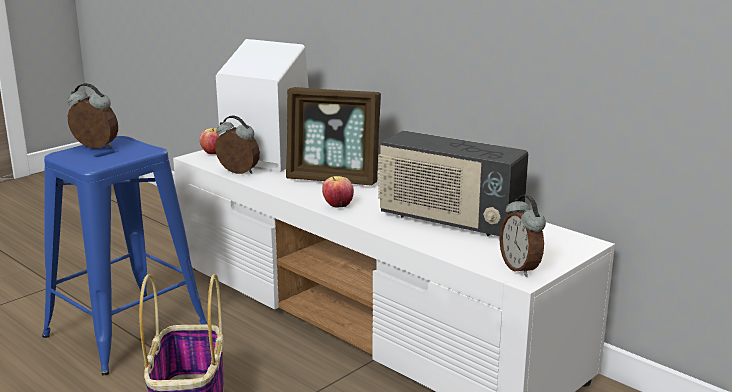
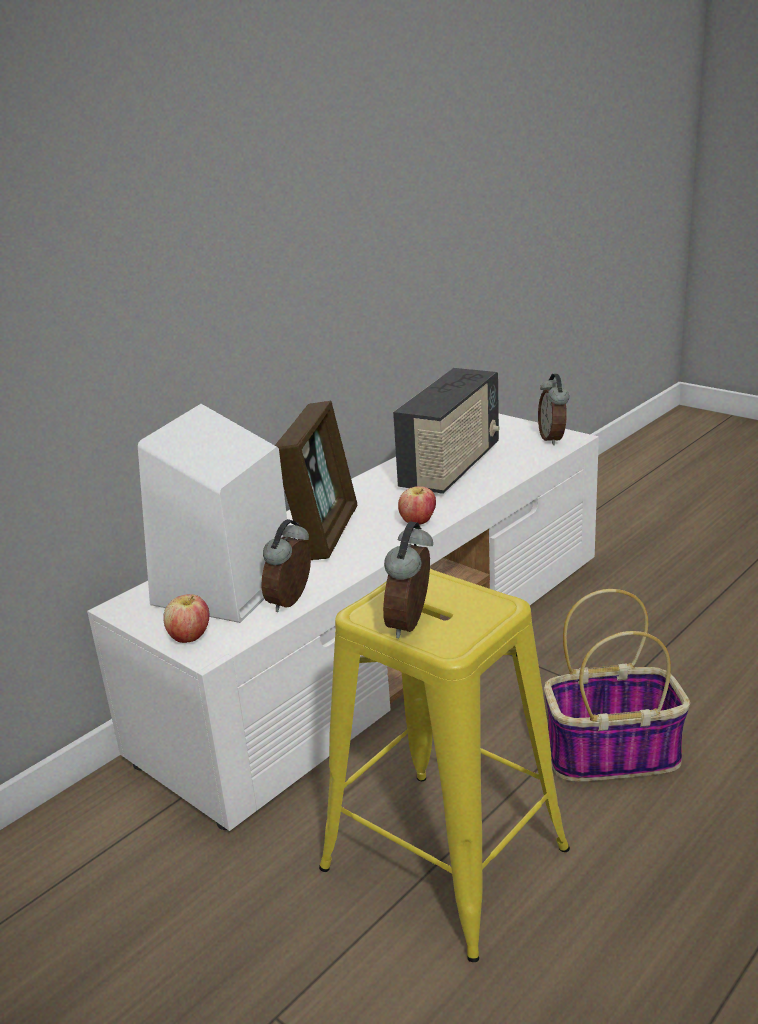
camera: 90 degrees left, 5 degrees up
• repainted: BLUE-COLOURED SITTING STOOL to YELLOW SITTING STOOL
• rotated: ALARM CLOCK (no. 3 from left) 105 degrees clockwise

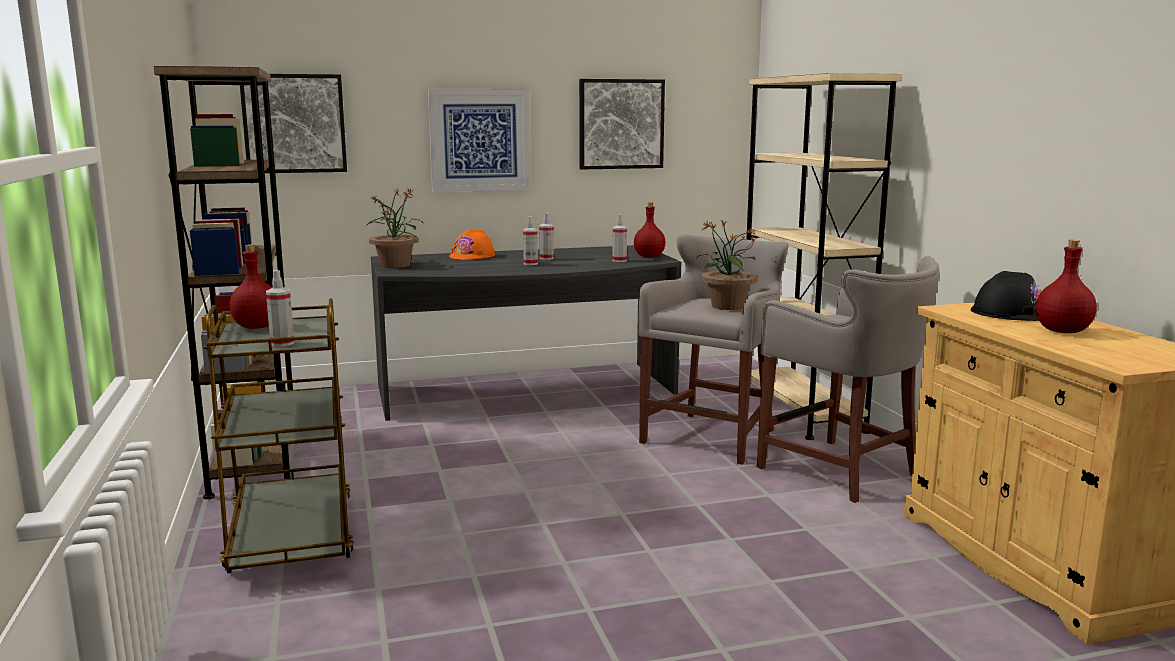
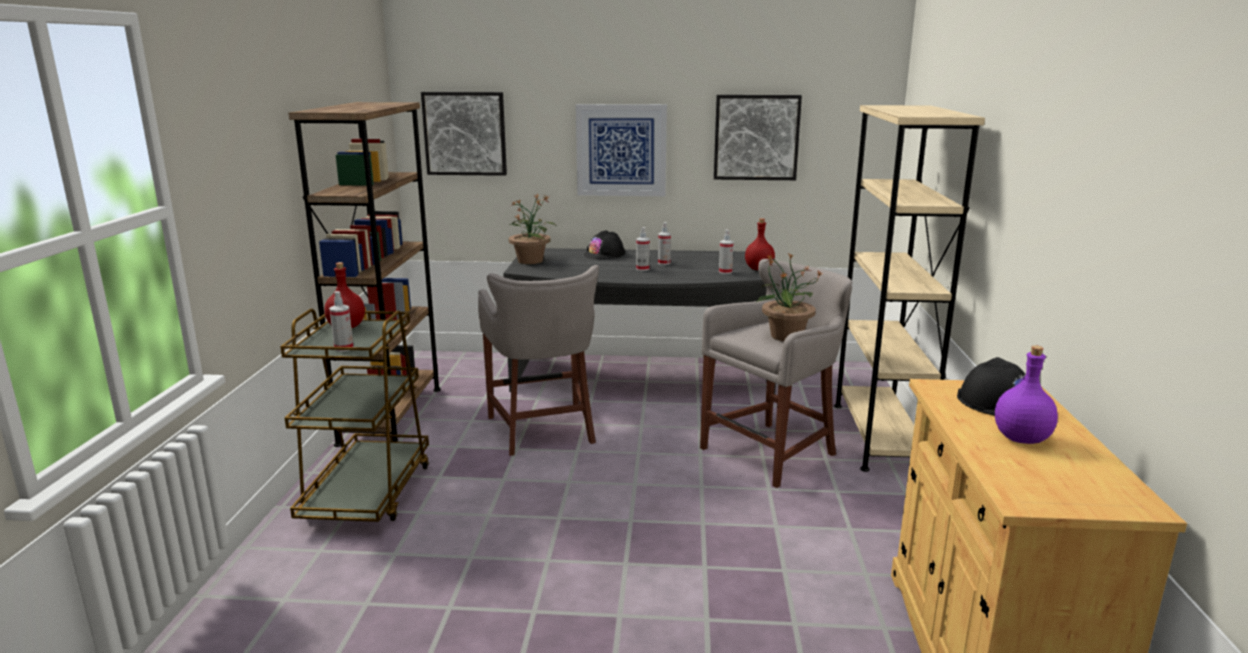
camera: 20 degrees right, 5 degrees up
• repainted: ORANGEY HARD HAT to BLACKISH HARD HAT (no. 1 from left)
• shifted: GRAY SITTING STOOL (no. 2 from left in the first image) to GRAY SITTING STOOL (no. 1 from left)
• repainted: RED BOTTLE (no. 3 from left) to PURPLE-COLOURED BOTTLE

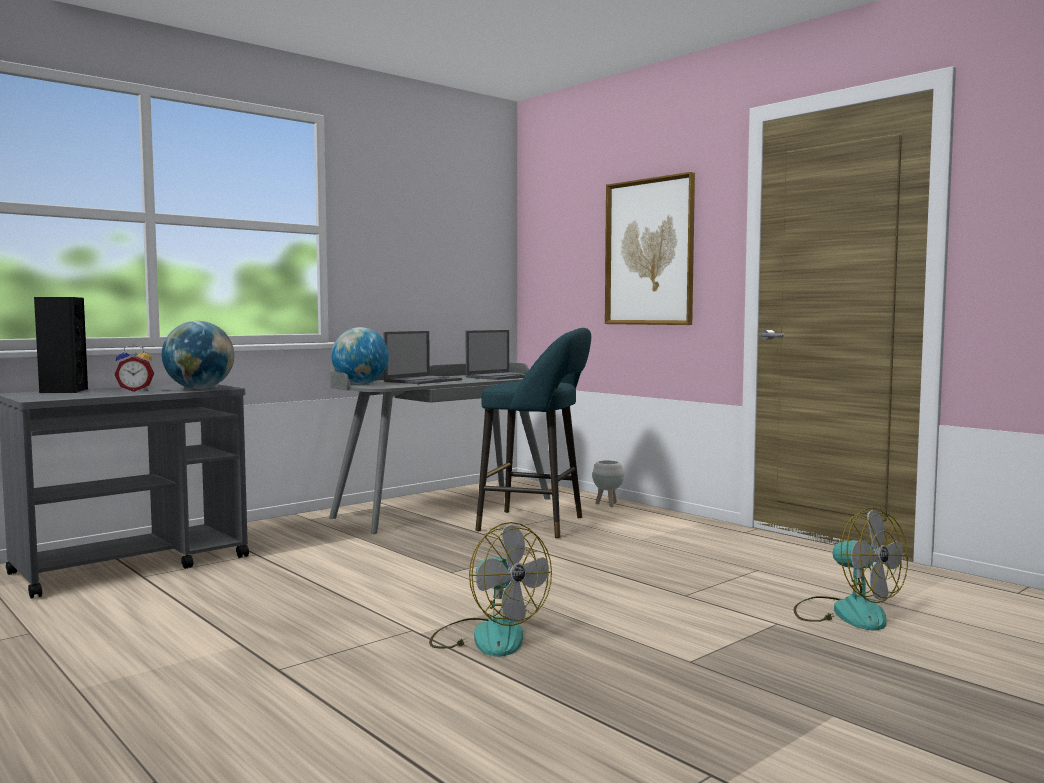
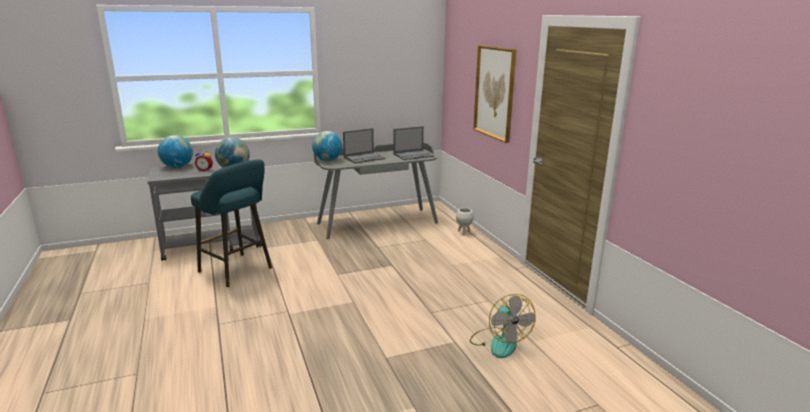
camera: 20 degrees right, 15 degrees up
• swapped: BLACKISH LOUDSPEAKER to DESK GLOBE (no. 1 from left)
• gone: ELECTRIC FAN (no. 1 from left)
• shifted: TURQUOISE SITTING STOOL

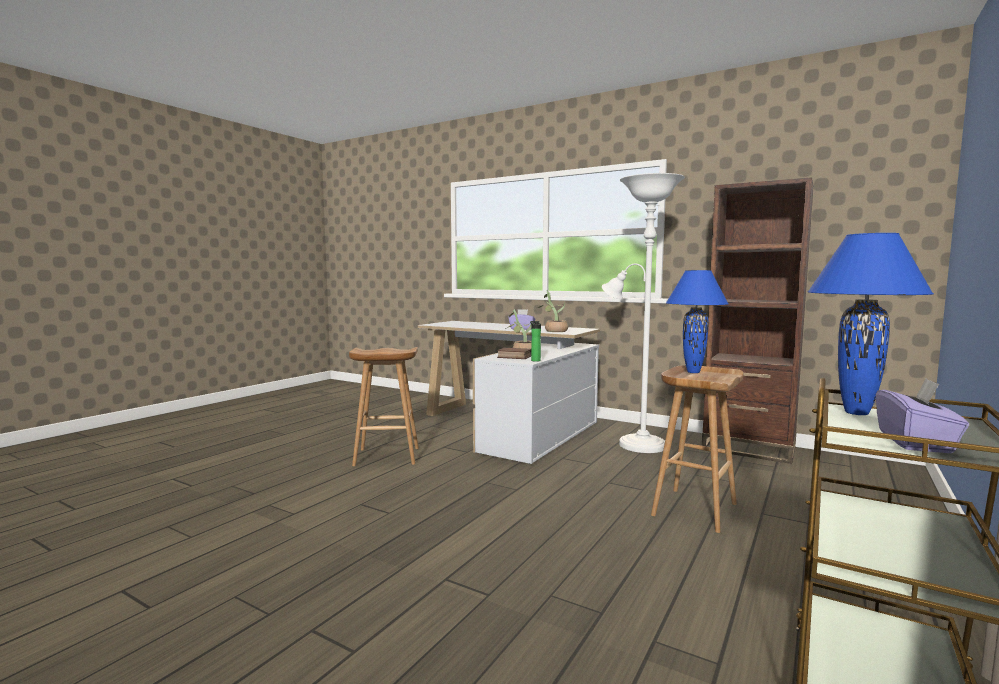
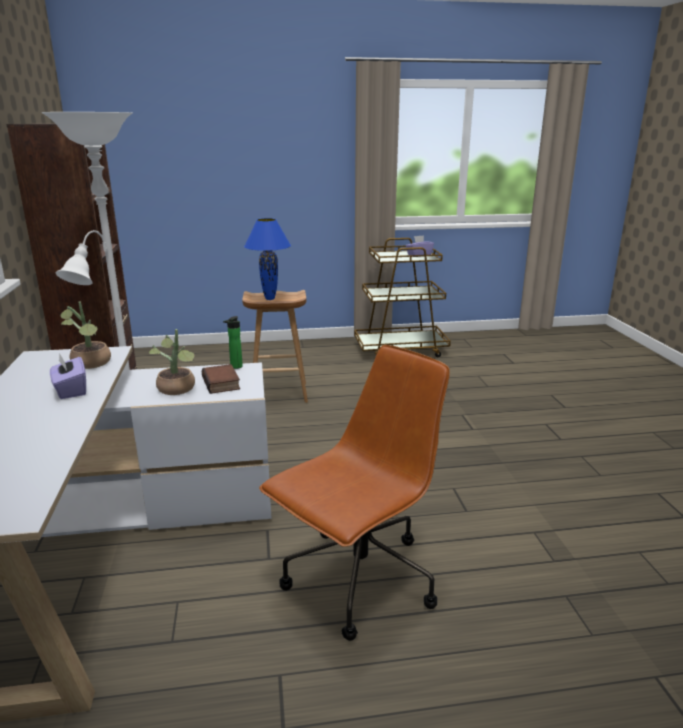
camera: 130 degrees left, 15 degrees up
• swapped: BROWN-COLOURED SITTING STOOL (no. 1 from left) to BROWN-COLOURED DESK CHAIR
• gone: BLUE-COLOURED TABLE LAMP (no. 2 from left)

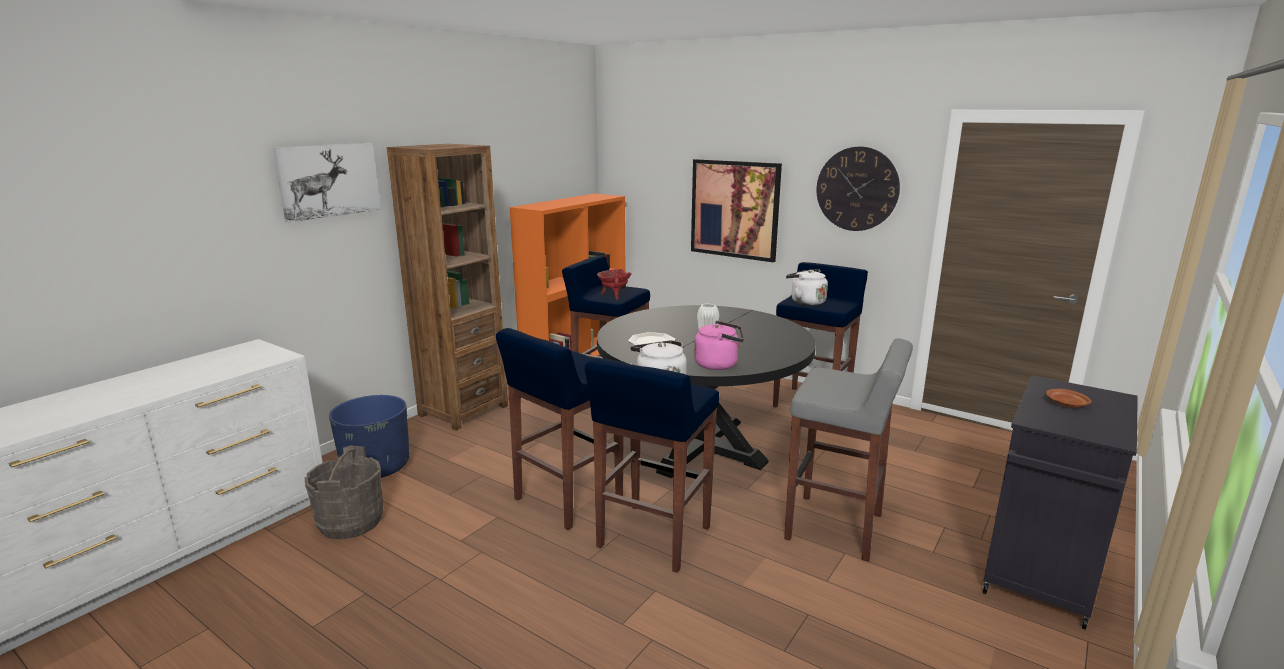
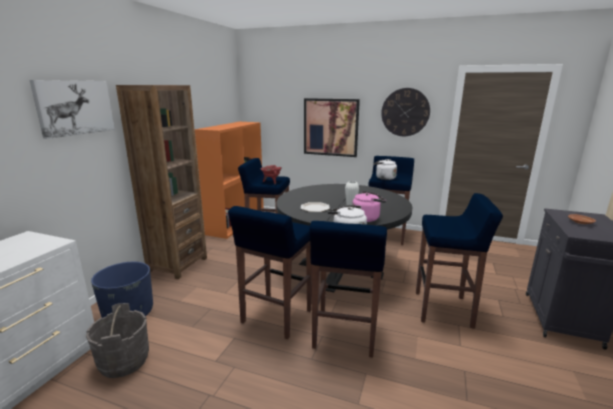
camera: 15 degrees left, 0 degrees up
• repainted: GRAY SITTING STOOL to BLUE-COLOURED SITTING STOOL (no. 5 from left)

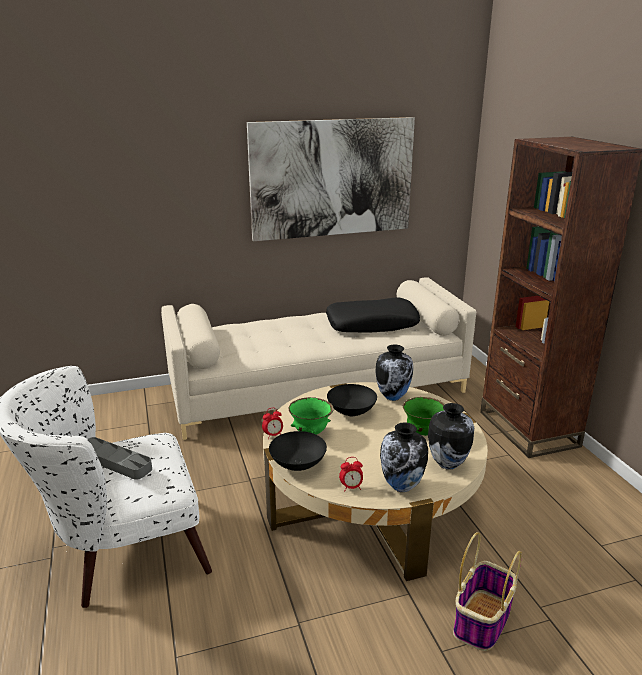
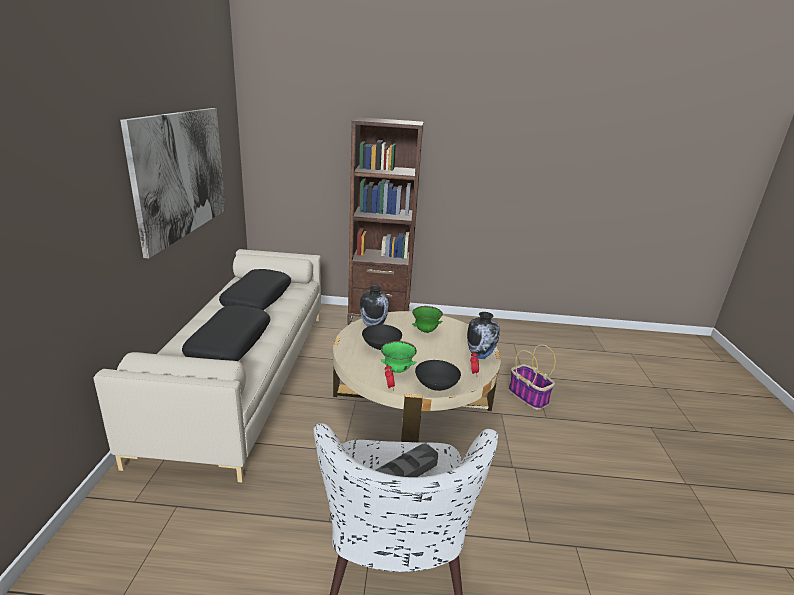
camera: 70 degrees left, 0 degrees up
• gone: VASE (no. 3 from left)
• new: BLACKISH PILLOW (no. 1 from left)

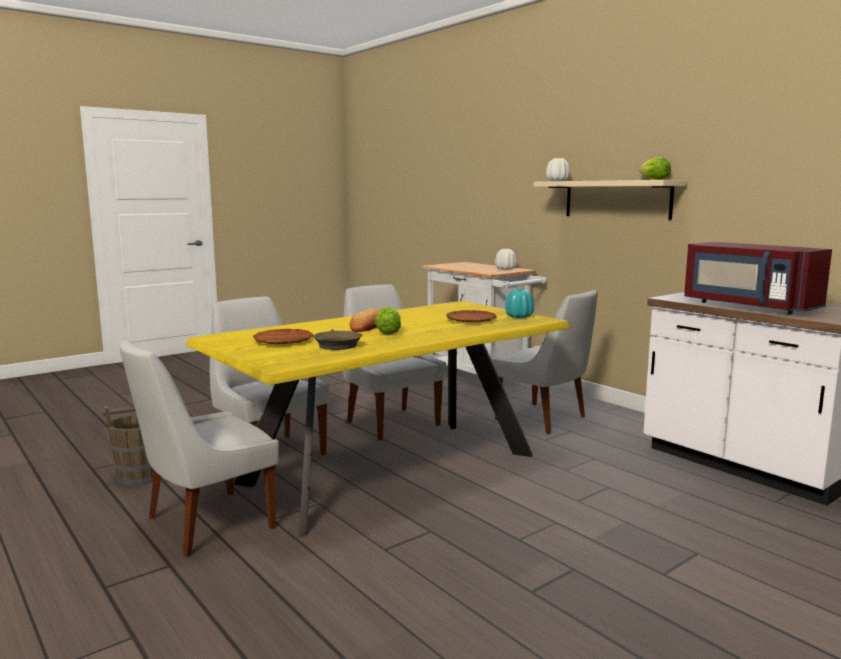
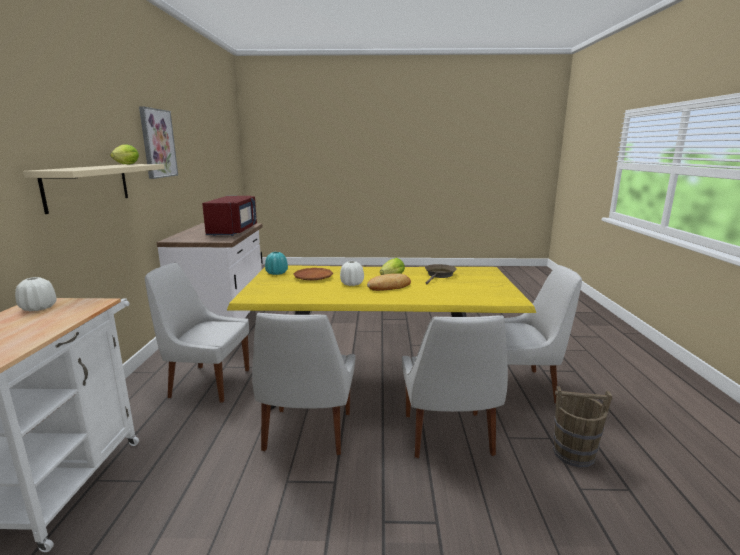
camera: 140 degrees left, 5 degrees up
• gone: BROWN-COLOURED FLAT DISH (no. 1 from left)
• rotated: WHITE-COLOURED UPRIGHT CHAIR (no. 4 from left in the first image) 75 degrees counterclockwise
• shifted: WHITE-COLOURED VASE (no. 2 from left)
• new: WALL PICTURE

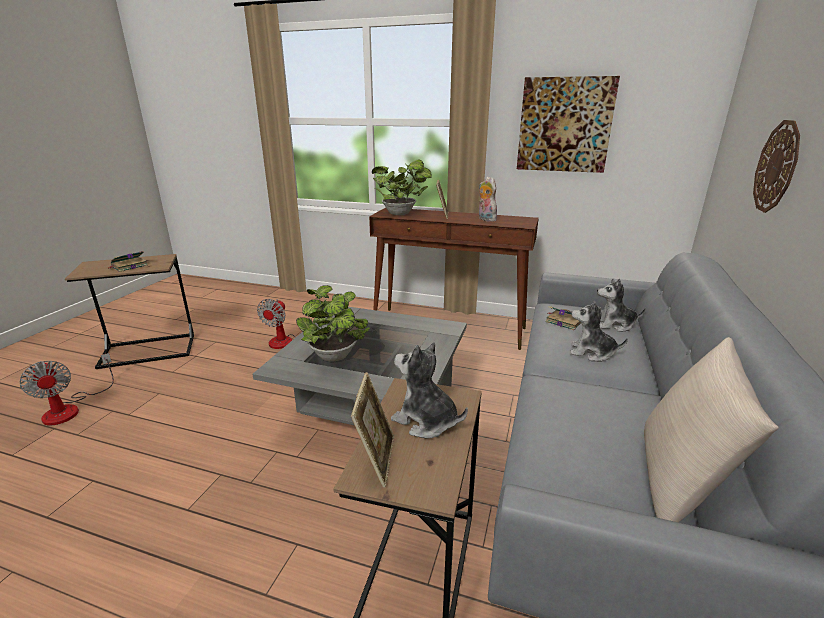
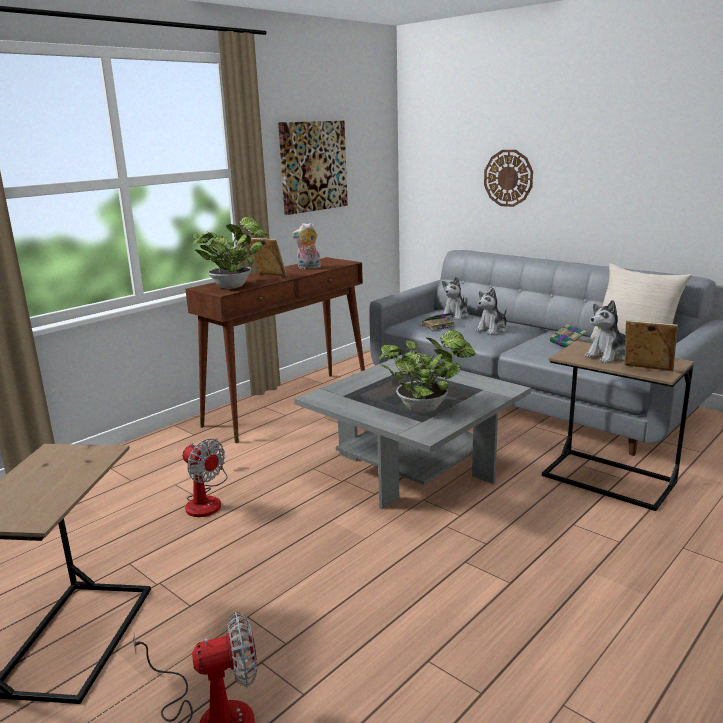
camera: 65 degrees left, 5 degrees down
• shifted: BOUND BOOK (no. 1 from left in the first image) to BOUND BOOK (no. 2 from left)

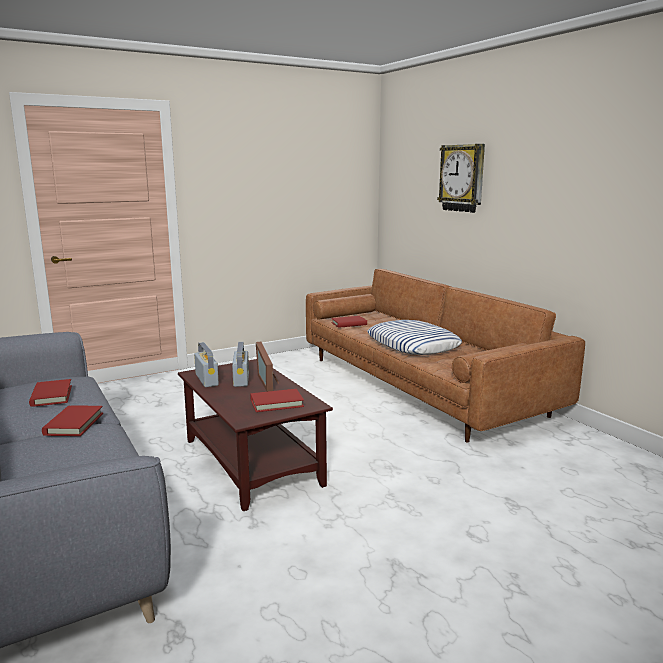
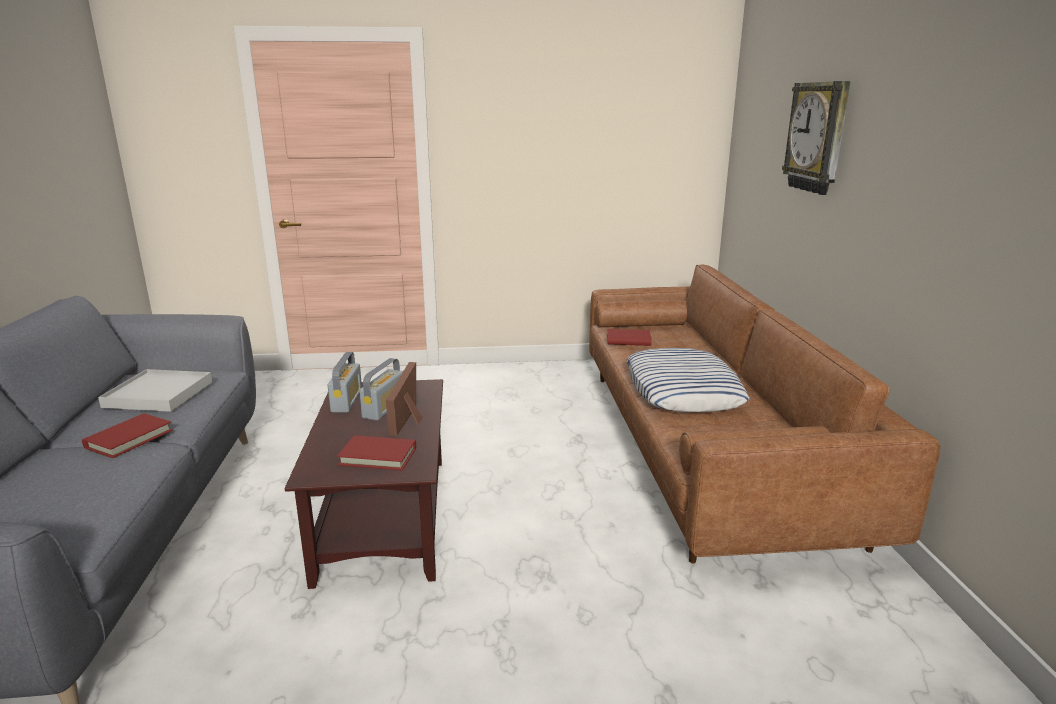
camera: 25 degrees right, 5 degrees up
• swapped: RED BOUND BOOK (no. 1 from left) to WHITE-COLOURED TRAY

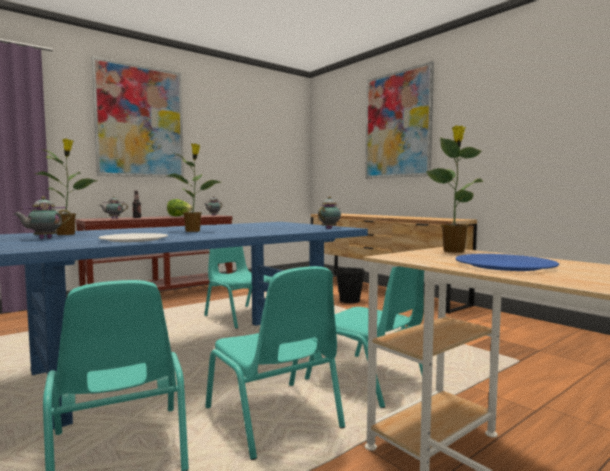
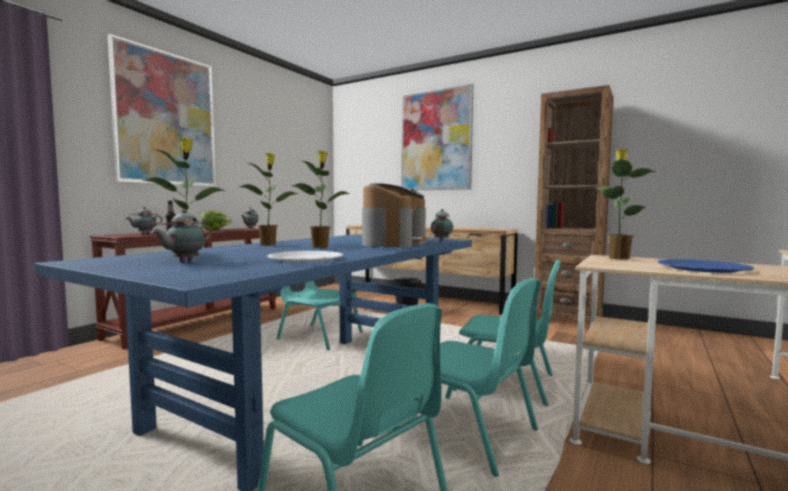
camera: 20 degrees left, 0 degrees up
• new: PLANT IN A POT (no. 2 from left)
• new: COFFEE MACHINE
• new: BROWN-COLOURED BOOKCASE

